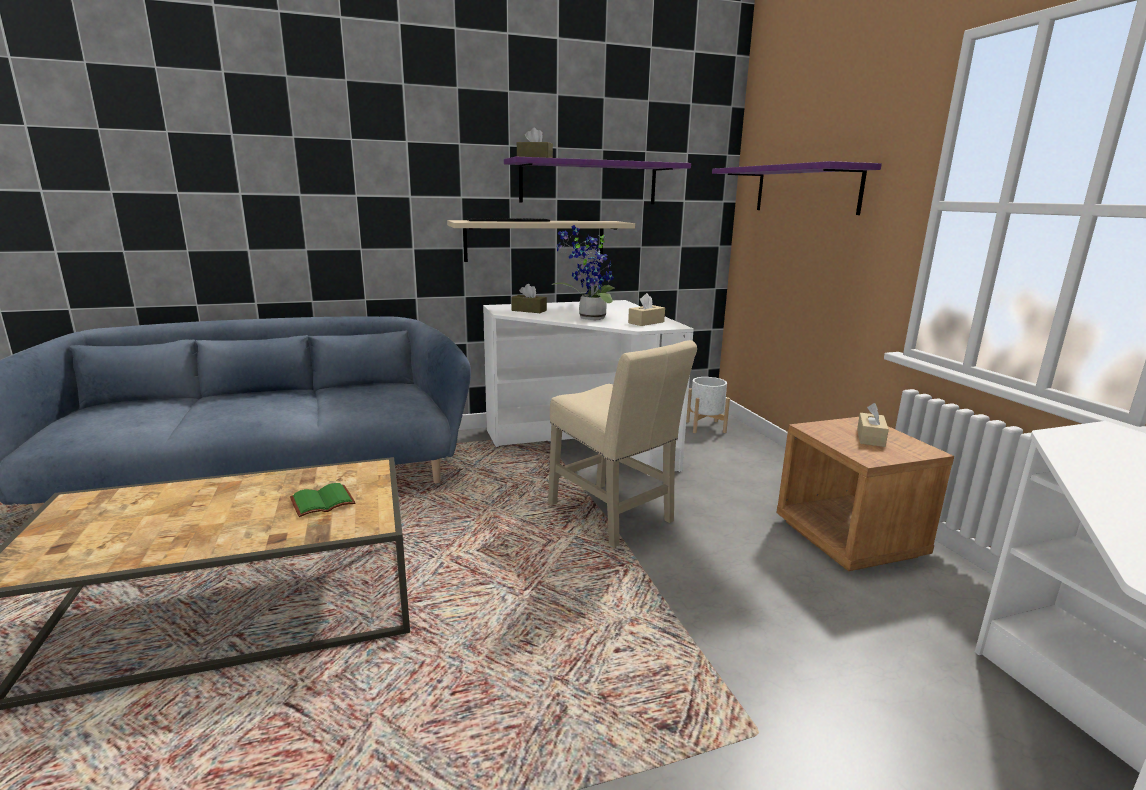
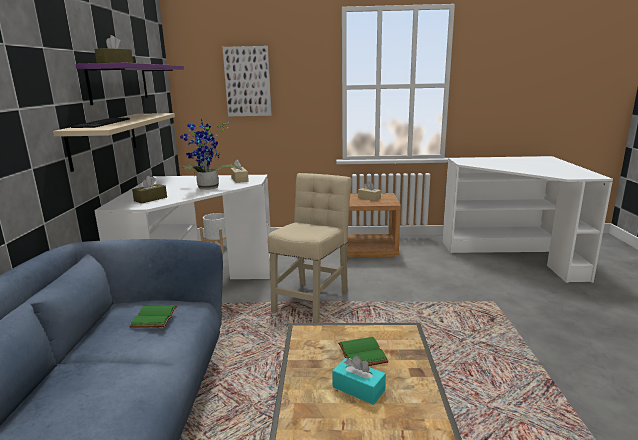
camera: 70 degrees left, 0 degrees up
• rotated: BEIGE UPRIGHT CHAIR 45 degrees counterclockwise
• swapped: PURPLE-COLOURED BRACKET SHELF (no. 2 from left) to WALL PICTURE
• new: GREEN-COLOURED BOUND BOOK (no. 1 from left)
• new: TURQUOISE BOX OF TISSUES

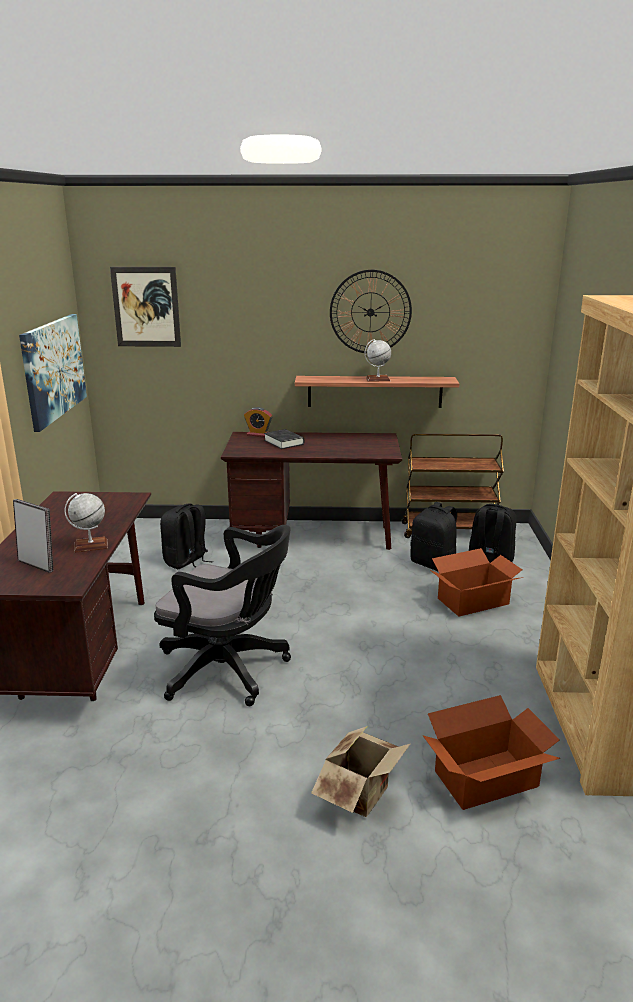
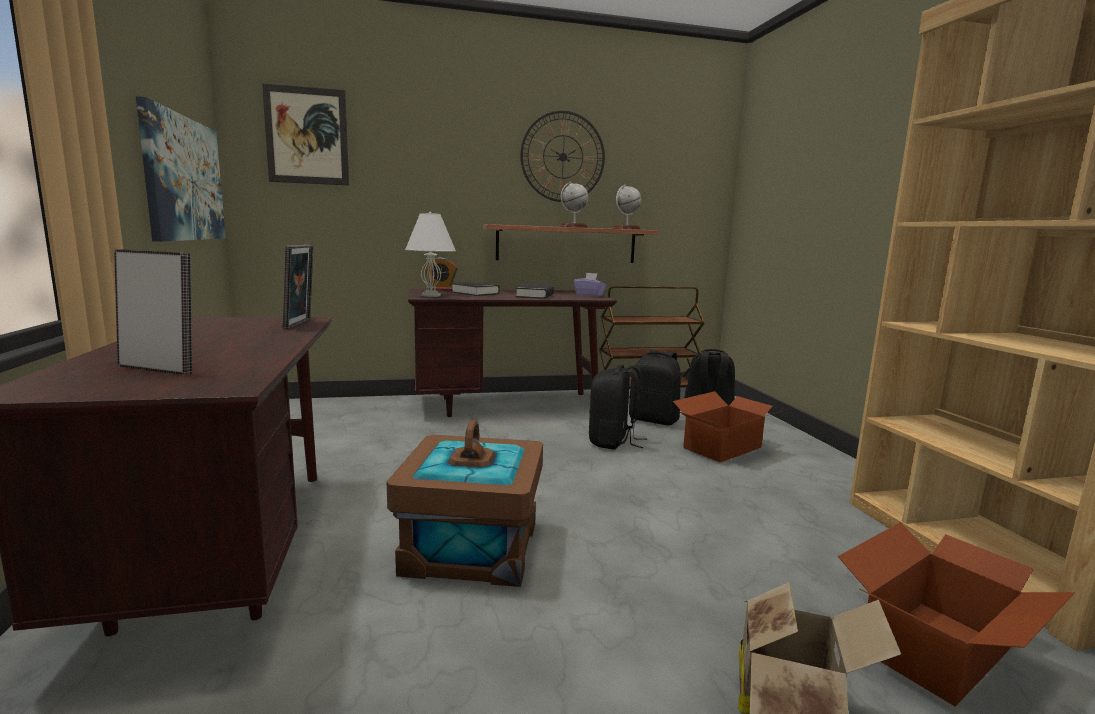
camera: 15 degrees left, 10 degrees down
• shifted: DESK GLOBE (no. 1 from left in the first image) to DESK GLOBE (no. 2 from left)
• swapped: BLACKISH DESK CHAIR to BROWN-COLOURED STORAGE BIN
• shifted: BLACKISH KNAPSACK (no. 1 from left)
• new: STANDING FRAME (no. 2 from left)
• new: WHITE-COLOURED TABLE LAMP
• new: BLACKISH BOUND BOOK (no. 2 from left)
• new: PURPLE-COLOURED BOX OF TISSUES

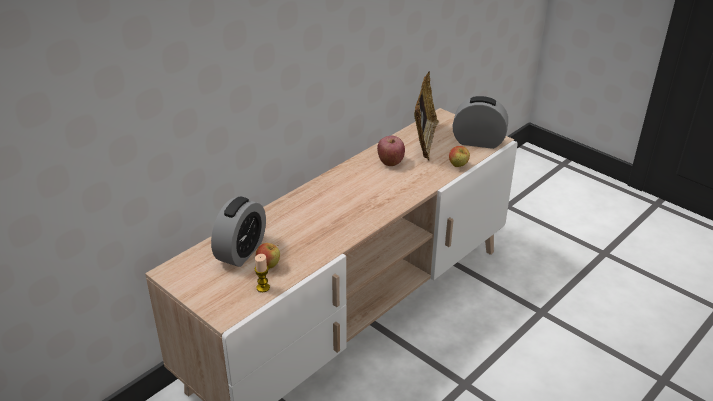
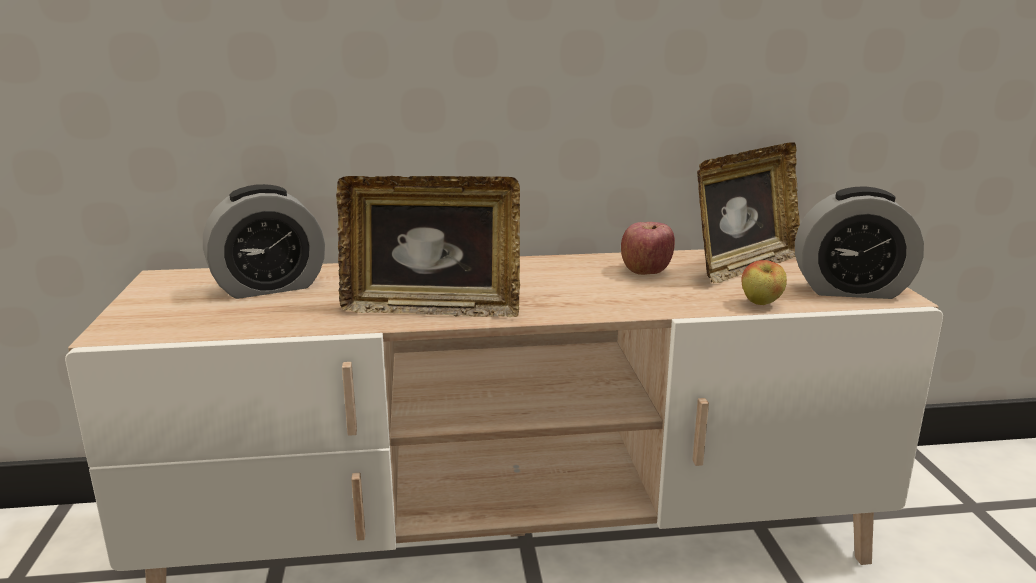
camera: 40 degrees right, 15 degrees down
• gone: CANDLE
• gone: WHOLE APPLE (no. 1 from left)
• rotated: ALARM CLOCK (no. 2 from left) 135 degrees clockwise
• new: STANDING FRAME (no. 1 from left)

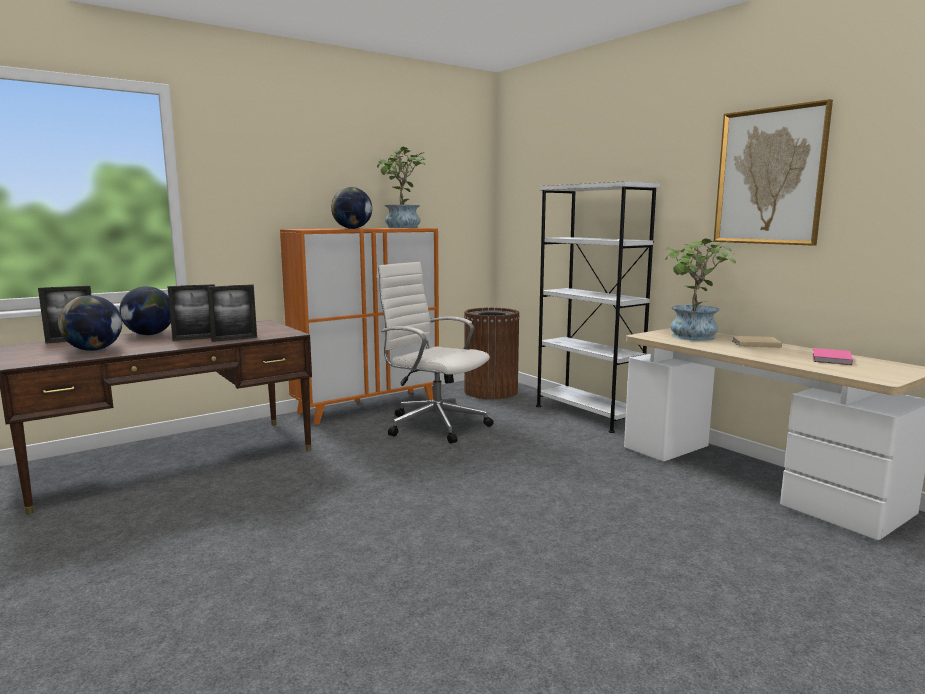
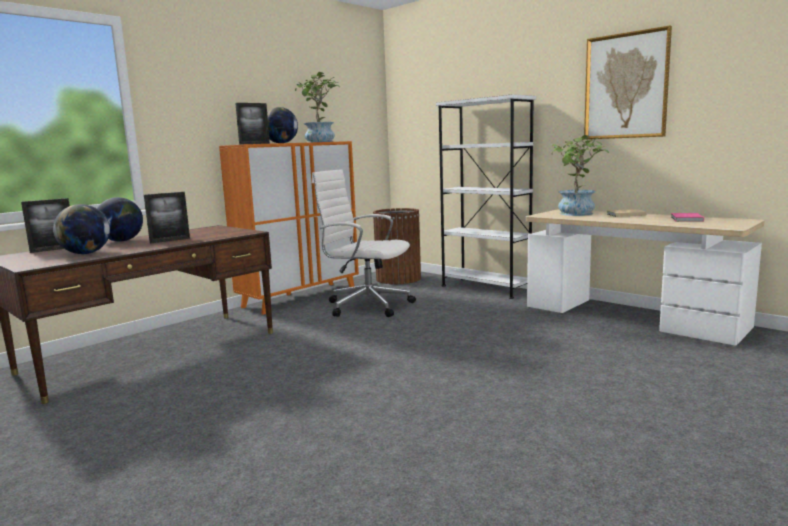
camera: 10 degrees left, 0 degrees up
• shifted: STANDING FRAME (no. 3 from left)

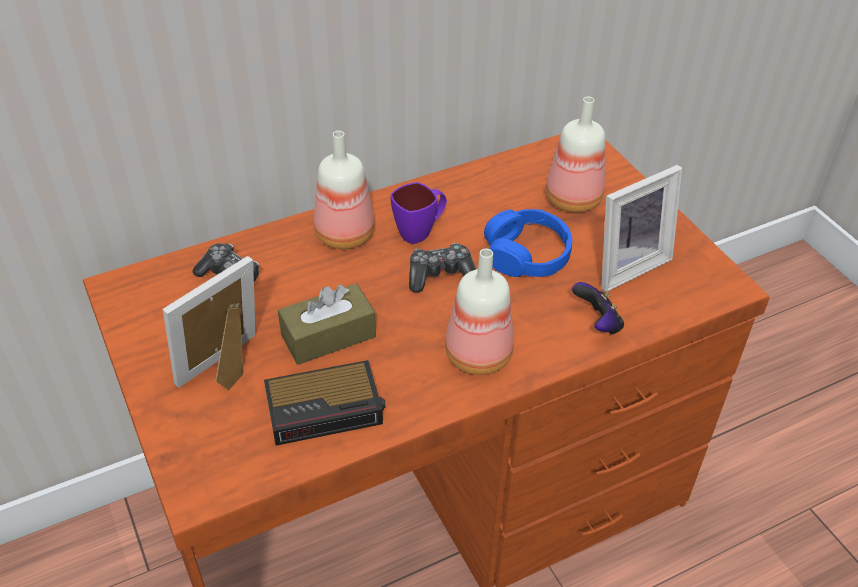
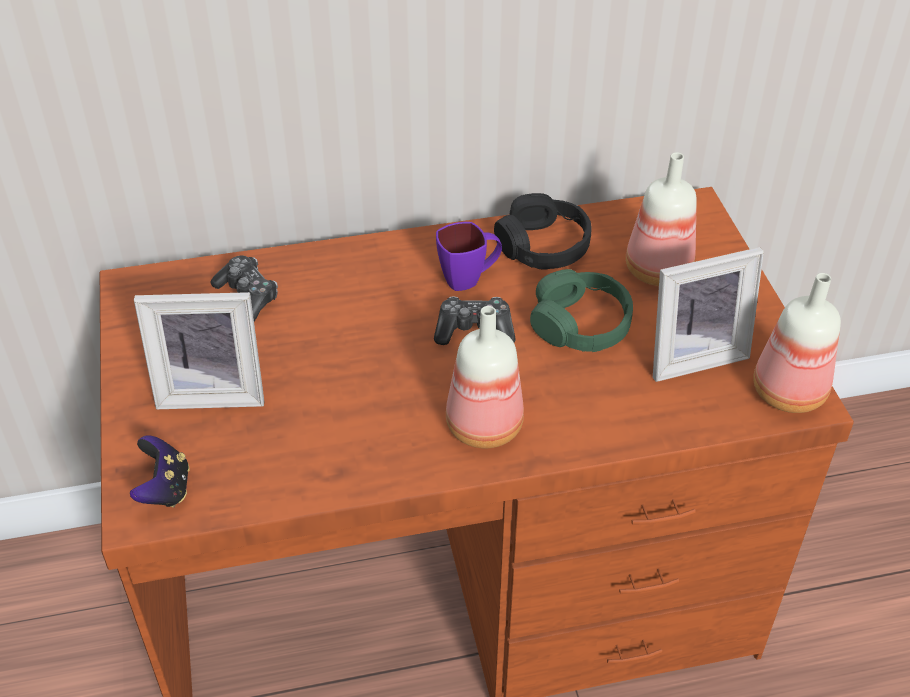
camera: 15 degrees right, 0 degrees up
• rotated: STANDING FRAME (no. 1 from left) 150 degrees counterclockwise
• gone: ALARM CLOCK
• gone: BROWN-COLOURED BOX OF TISSUES
• shifted: BOTTLE (no. 1 from left in the first image) to BOTTLE (no. 3 from left)
• repainted: BLUE-COLOURED HEADPHONES to GREEN-COLOURED HEADPHONES
• shifted: GAME CONTROLLER (no. 3 from left in the first image) to GAME CONTROLLER (no. 1 from left)
• new: BLACKISH HEADPHONES

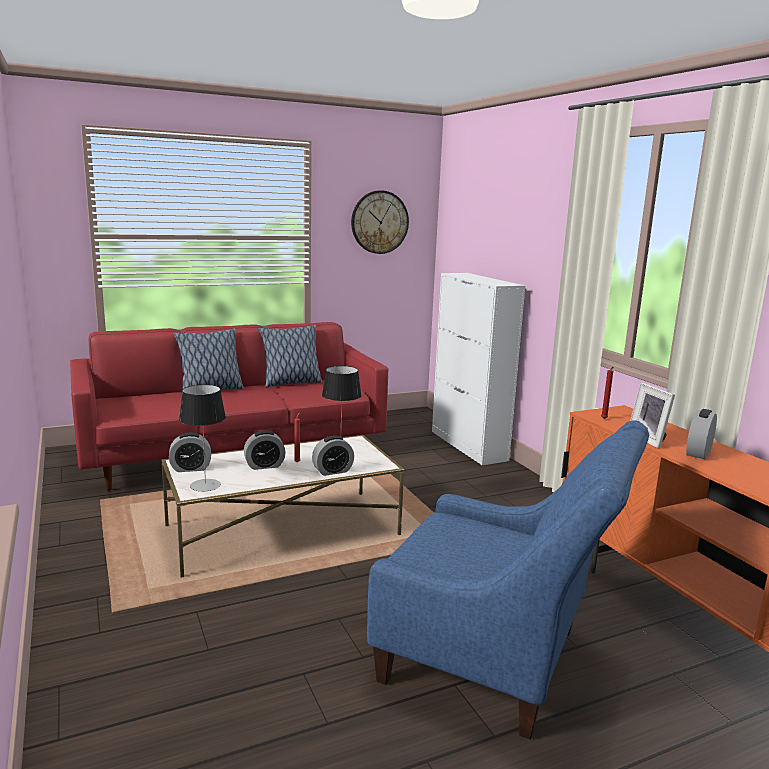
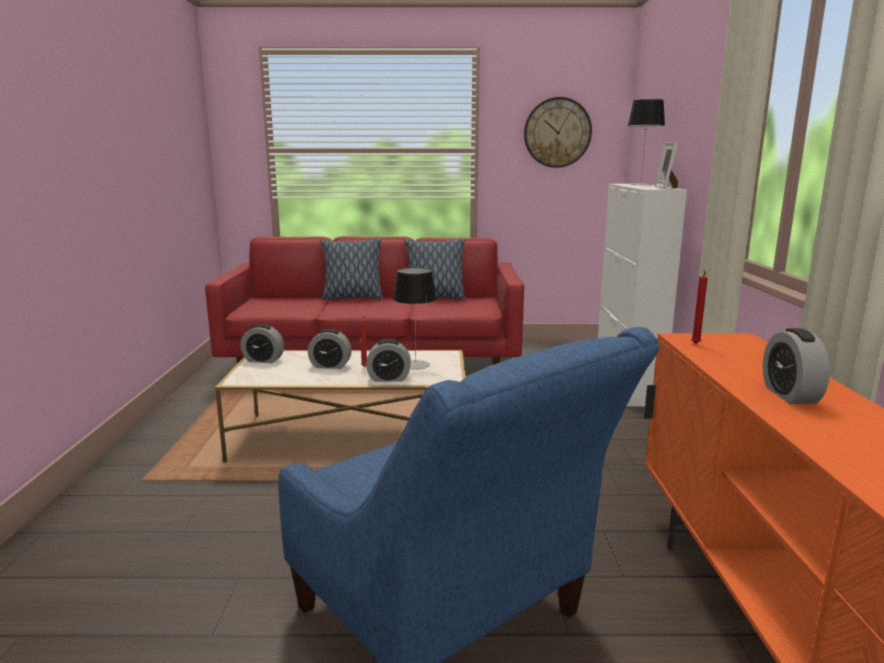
camera: 25 degrees right, 0 degrees up
• shifted: TABLE LAMP (no. 1 from left in the first image) to TABLE LAMP (no. 2 from left)
• shifted: STANDING FRAME
• rotated: ALARM CLOCK (no. 4 from left) 60 degrees counterclockwise

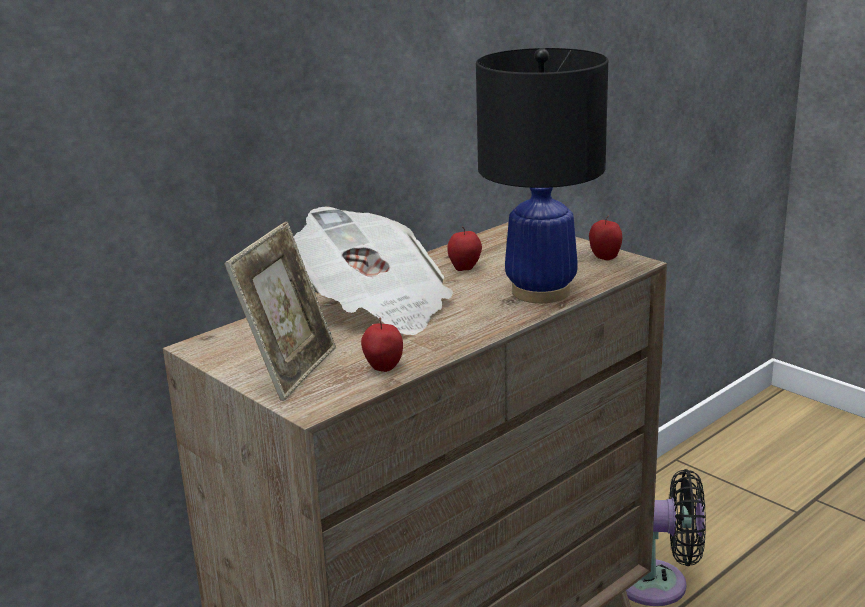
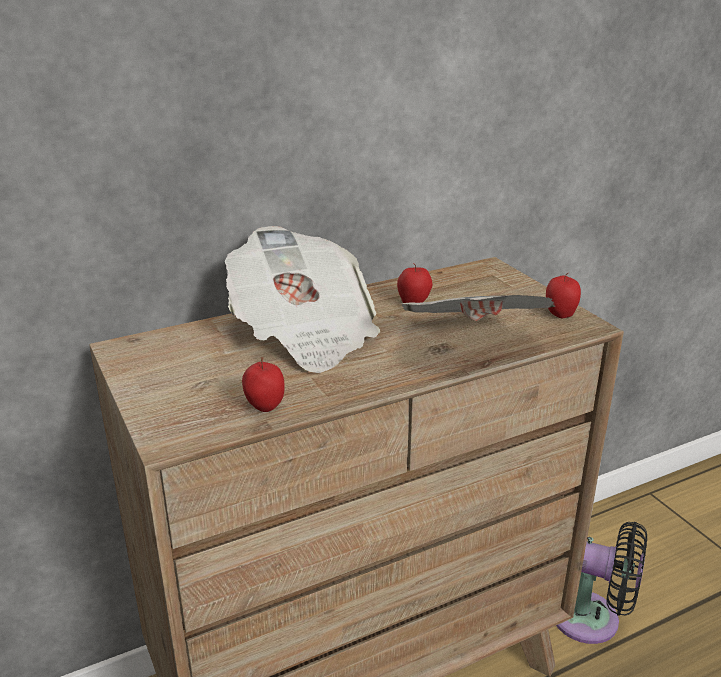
camera: 15 degrees right, 5 degrees up
• gone: STANDING FRAME
• swapped: BLACKISH TABLE LAMP to PRINTED PAPER (no. 2 from left)

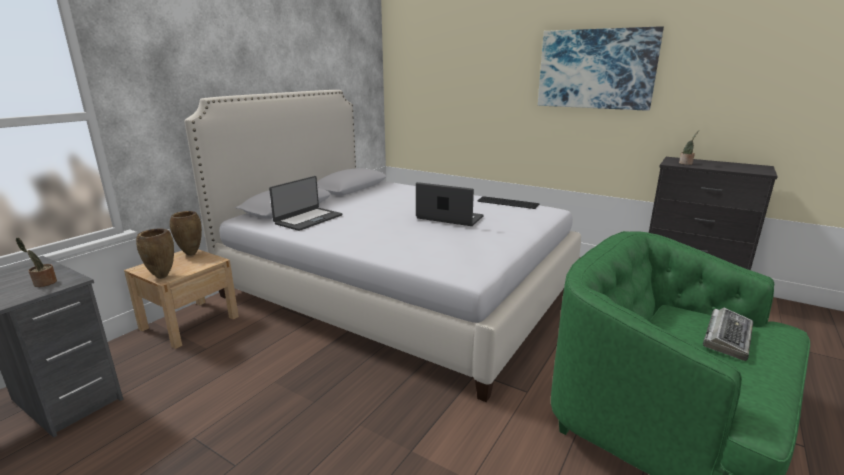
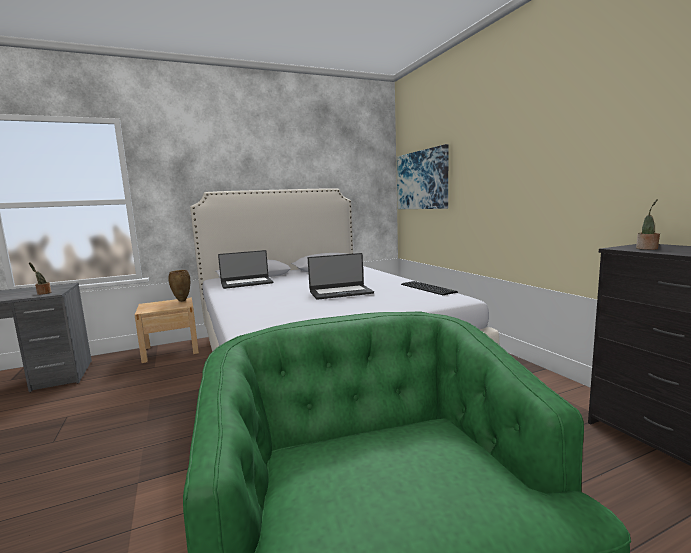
camera: 35 degrees right, 10 degrees down
• gone: BROWN-COLOURED VASE (no. 1 from left)
• rotated: LAPTOP (no. 2 from left) 105 degrees clockwise
• shifted: WALL PICTURE
• gone: KEYBOARD (no. 2 from left)

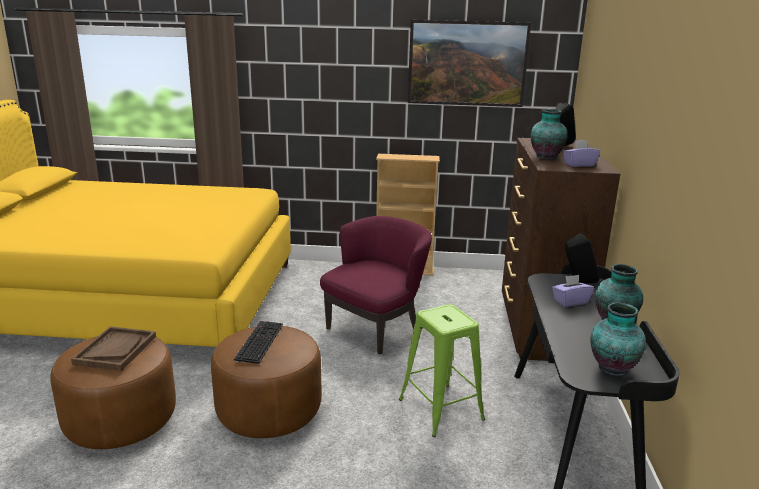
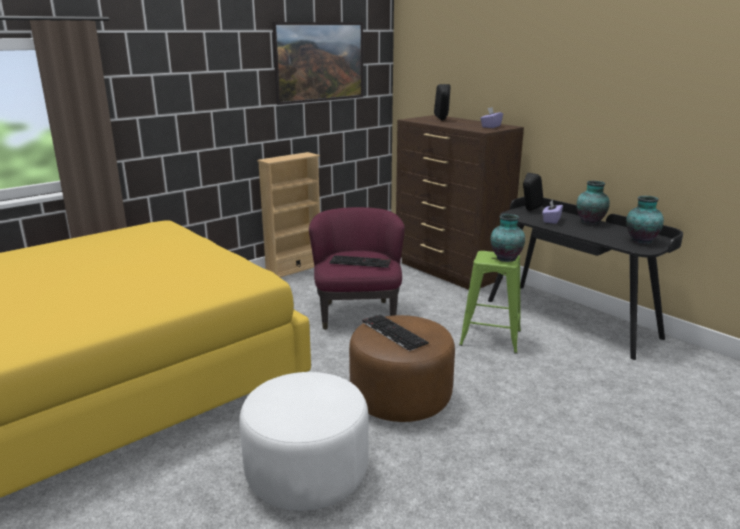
camera: 45 degrees left, 0 degrees up
• repainted: BROWN-COLOURED POUFFE (no. 1 from left) to WHITE-COLOURED POUFFE
• gone: BROWN-COLOURED TRAY
• shifted: VASE (no. 1 from left)
• new: KEYBOARD (no. 1 from left)

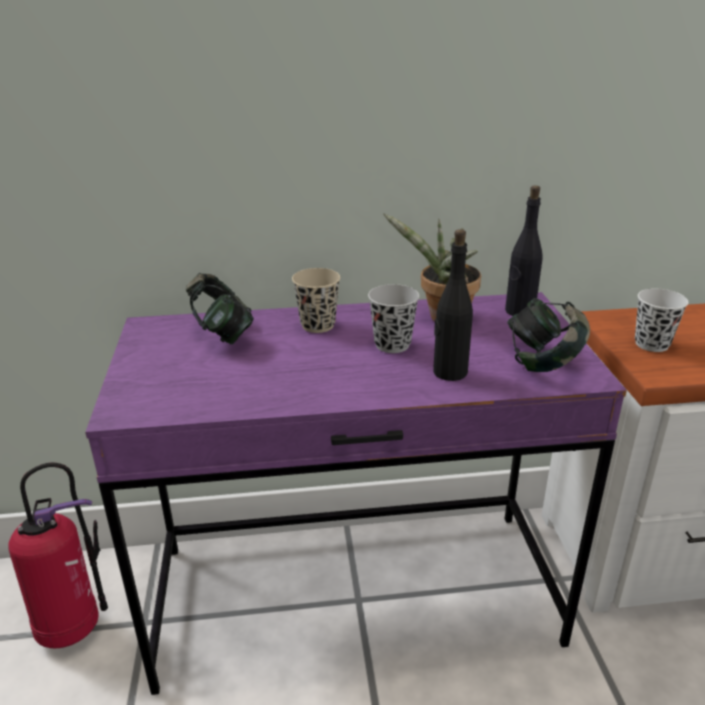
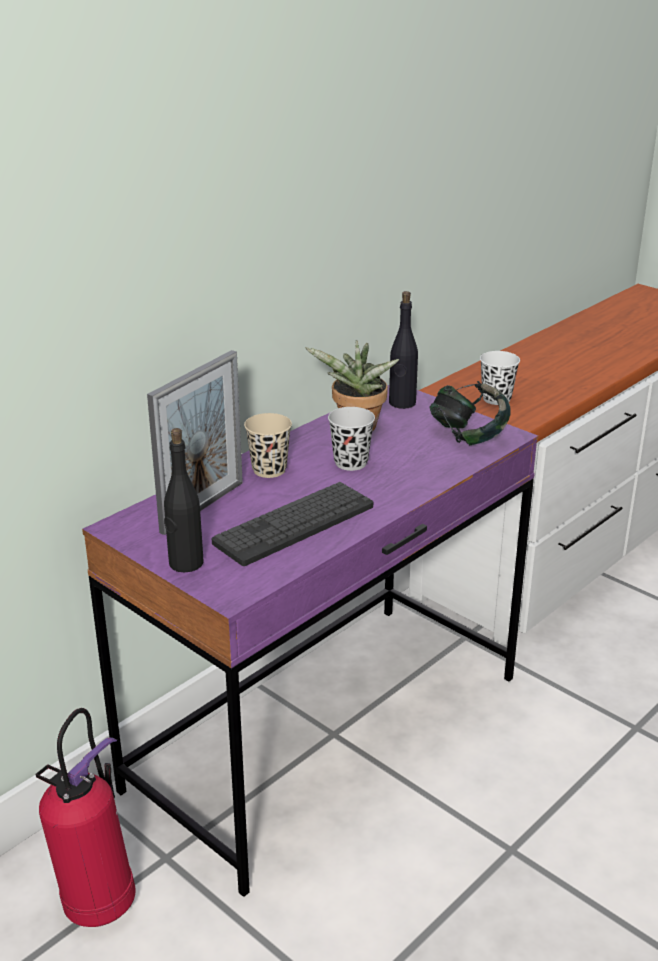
camera: 40 degrees left, 0 degrees up
• swapped: HEADPHONES (no. 1 from left) to STANDING FRAME
• shifted: BLACKISH BOTTLE (no. 1 from left)
• new: KEYBOARD

